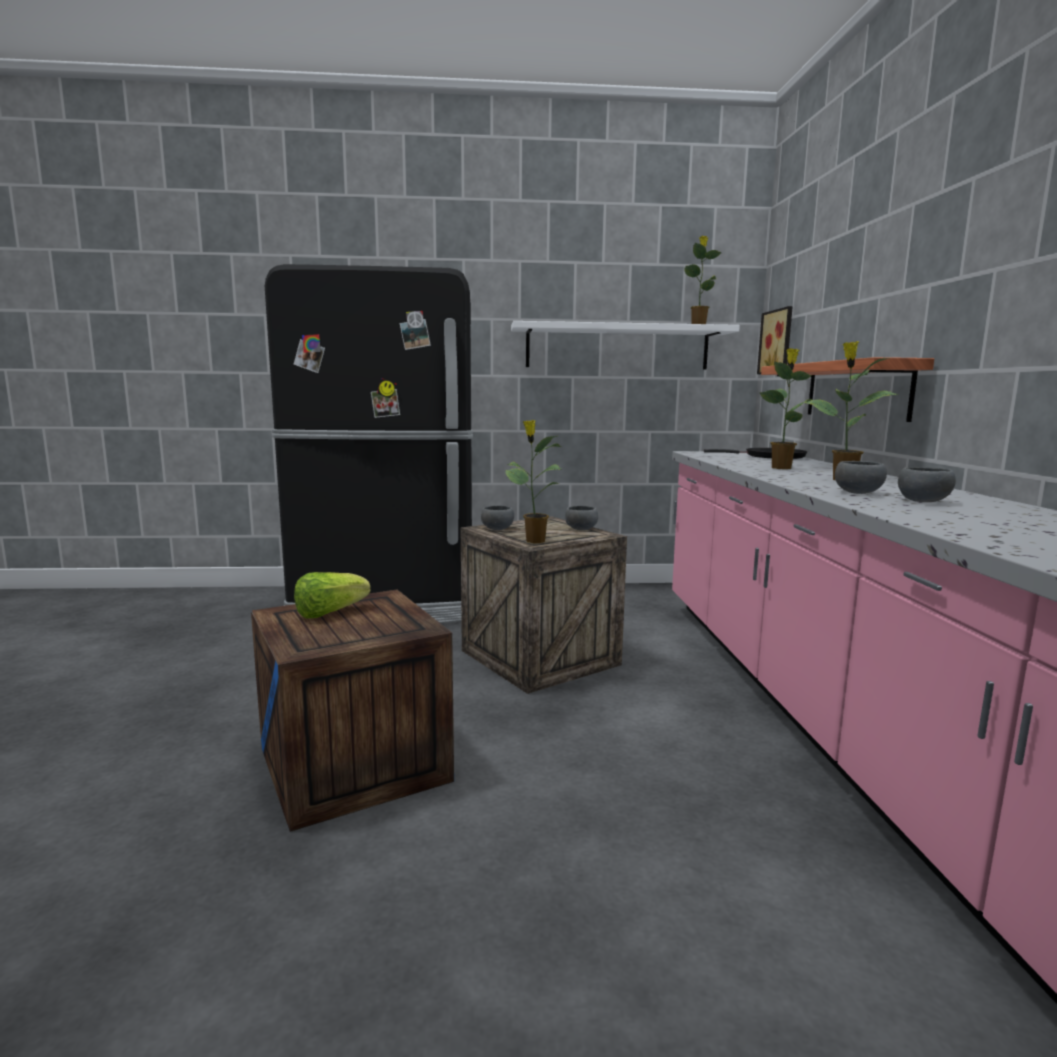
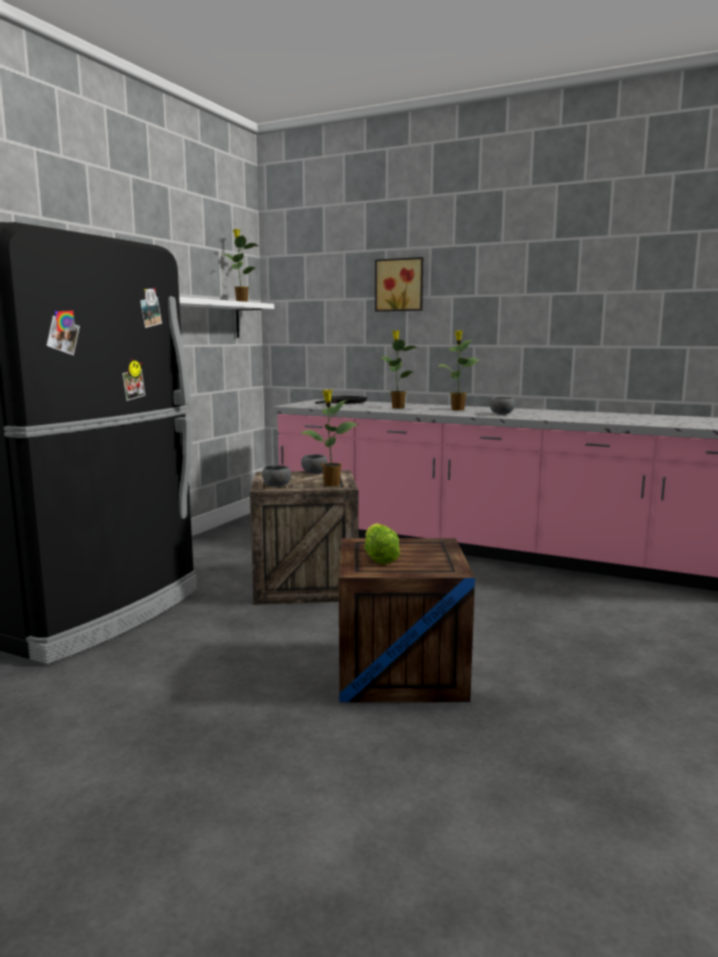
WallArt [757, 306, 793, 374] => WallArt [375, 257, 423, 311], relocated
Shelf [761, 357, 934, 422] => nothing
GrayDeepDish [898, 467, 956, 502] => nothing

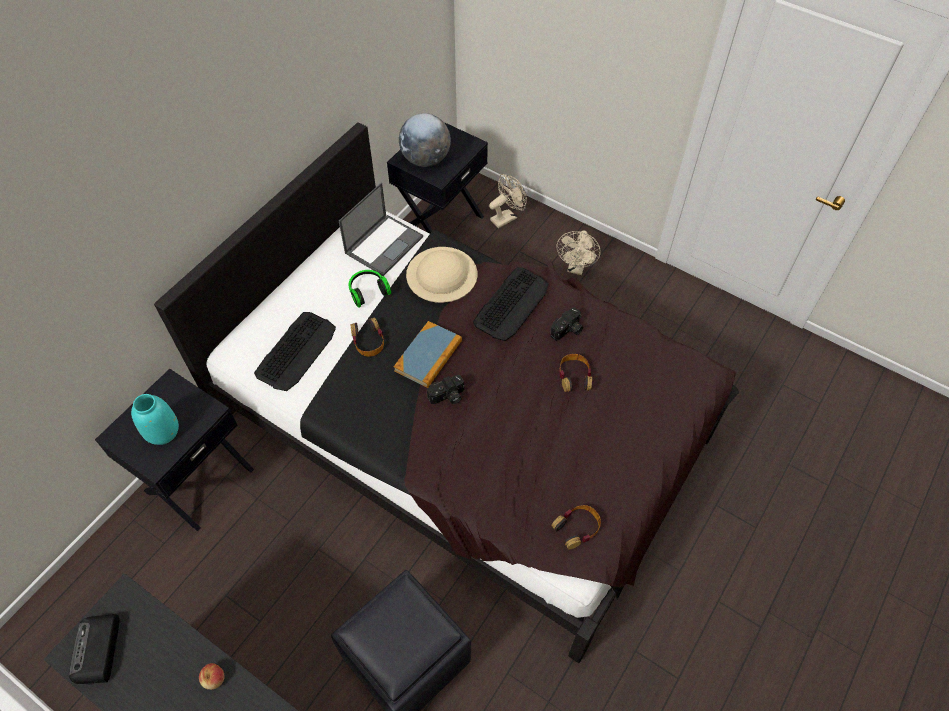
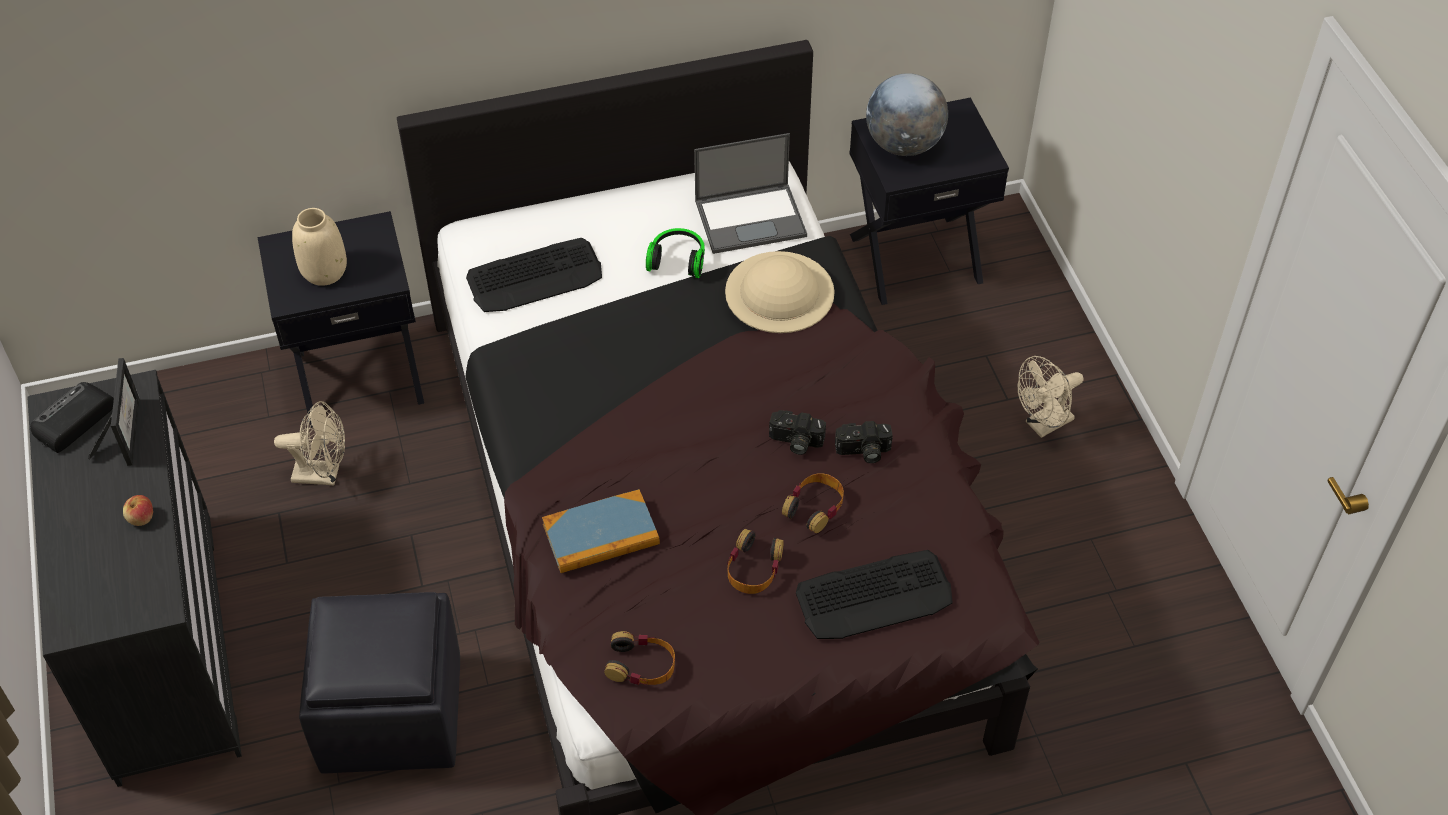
SandColouredFan [489, 174, 527, 228] => SandColouredFan [274, 401, 345, 485], relocated
ComputerKeyboard [473, 267, 549, 341] => ComputerKeyboard [796, 550, 953, 639], relocated
Headset [351, 318, 384, 357] => Headset [727, 529, 784, 594], relocated
Book [394, 321, 462, 388] => Book [542, 489, 660, 573], relocated
PhotoCamera [427, 375, 465, 404] => PhotoCamera [769, 410, 826, 455], relocated
BlueGreenFlowerVase [131, 394, 179, 445] => SandColouredFlowerVase [292, 208, 347, 286]
nothing => PhotoFrame [88, 358, 140, 466]

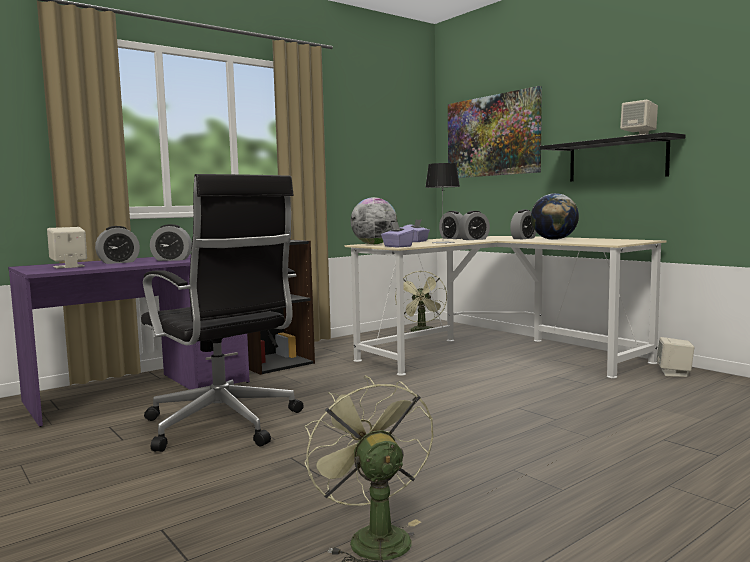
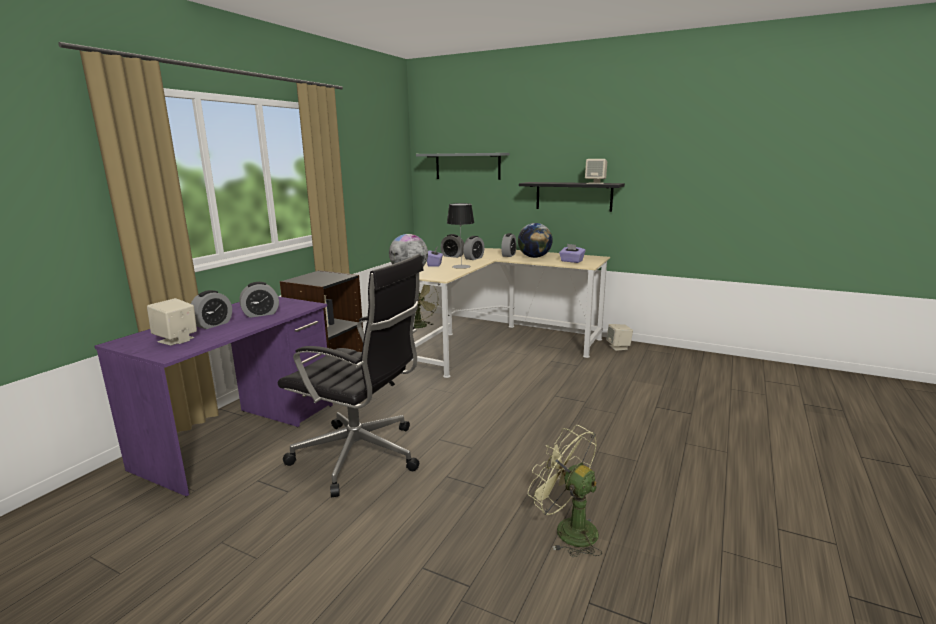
WallArt [448, 86, 542, 178] => GrayShelf [416, 153, 510, 180]
PurplishTissueBox [381, 222, 414, 248] => PurplishTissueBox [559, 244, 585, 263], relocated

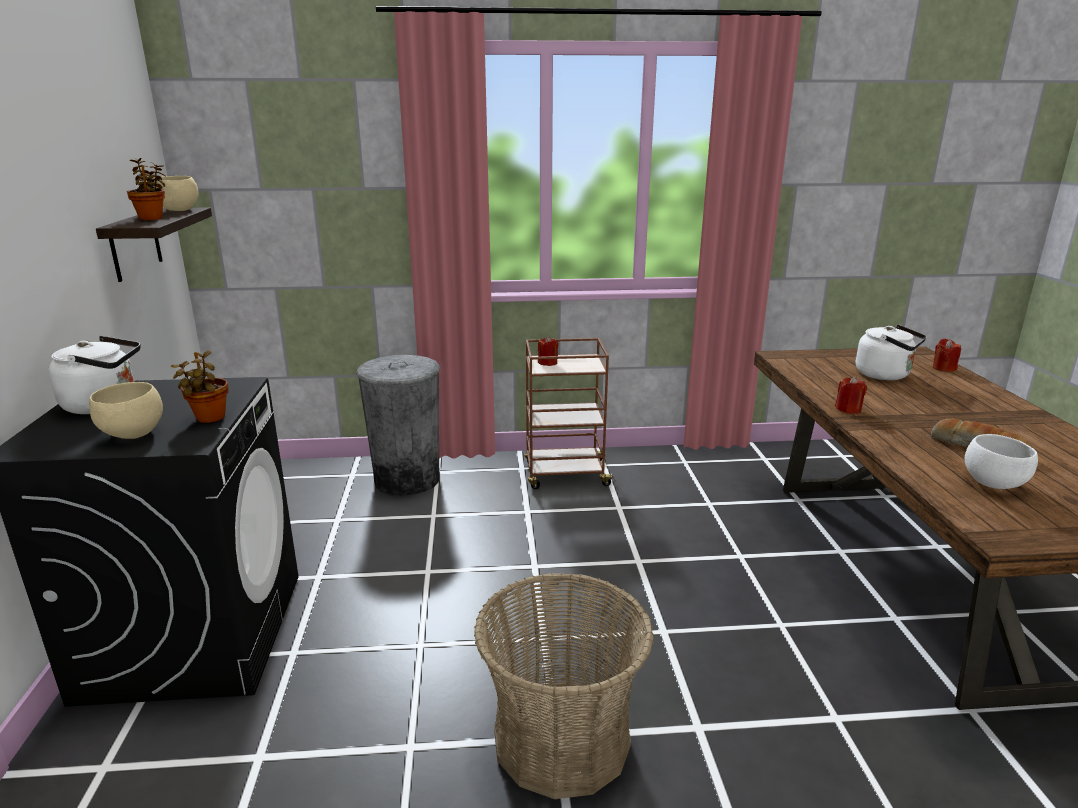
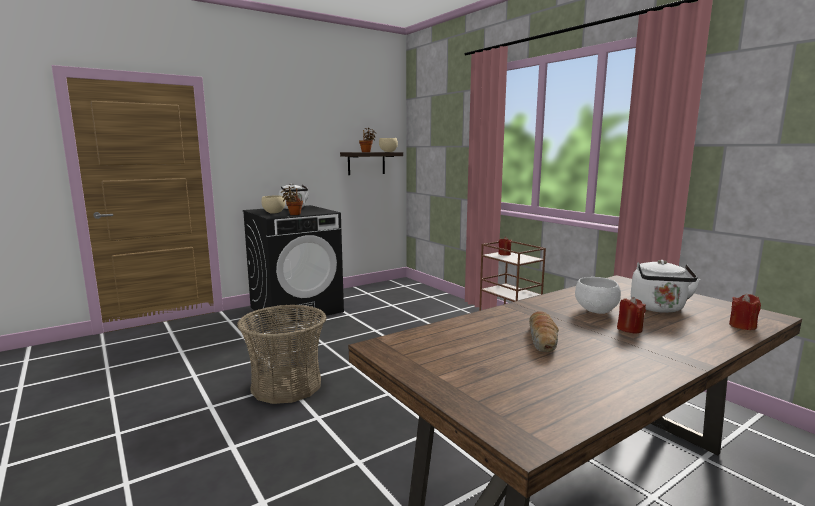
GrayRubbishBin [356, 355, 440, 496] => nothing
RedColouredWaxCandle [835, 377, 867, 414] => RedColouredWaxCandle [617, 297, 646, 333], relocated
WhiteDeepDish [965, 434, 1038, 489] => WhiteDeepDish [575, 277, 621, 314], relocated

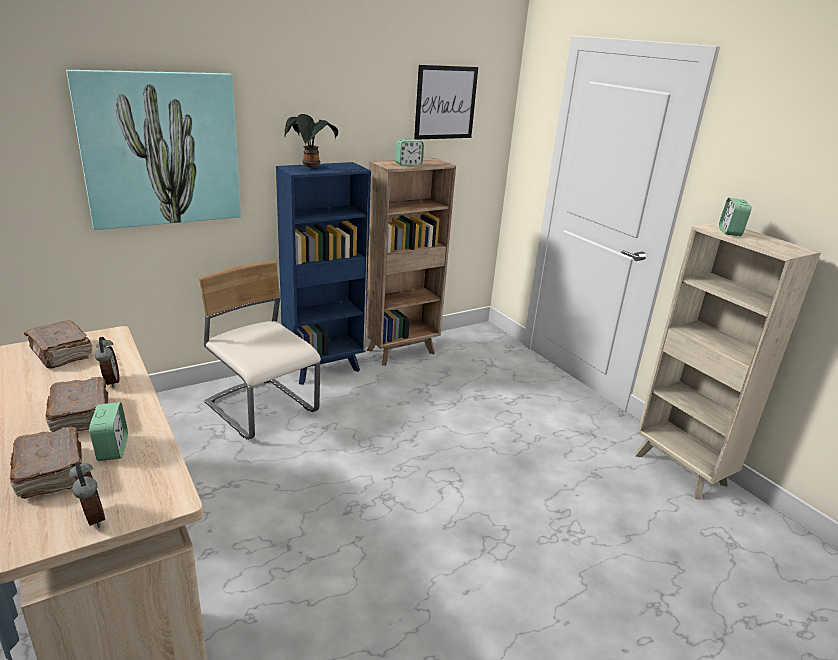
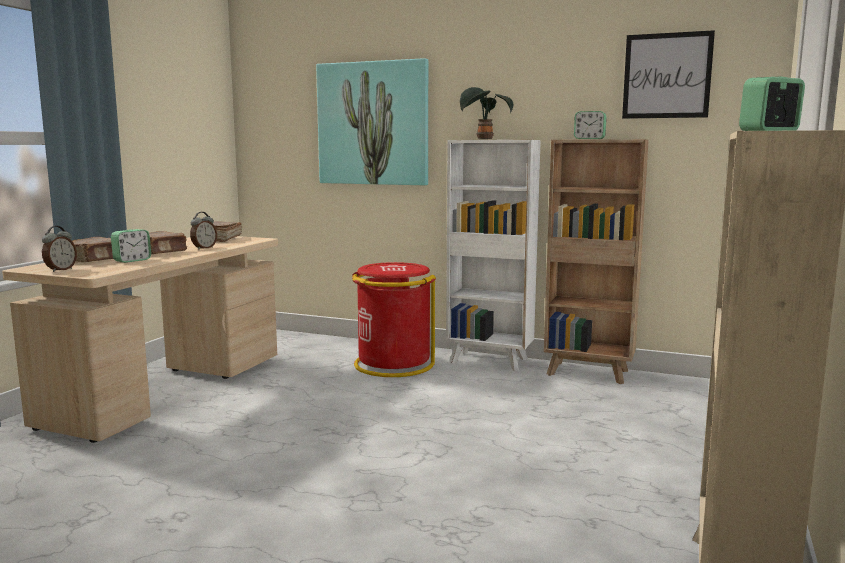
BlueShelvingUnit [276, 162, 371, 385] => WhiteShelvingUnit [446, 140, 541, 371]
SandColouredPlainChair [199, 261, 321, 440] => RedColouredRubbishBin [352, 262, 436, 377]

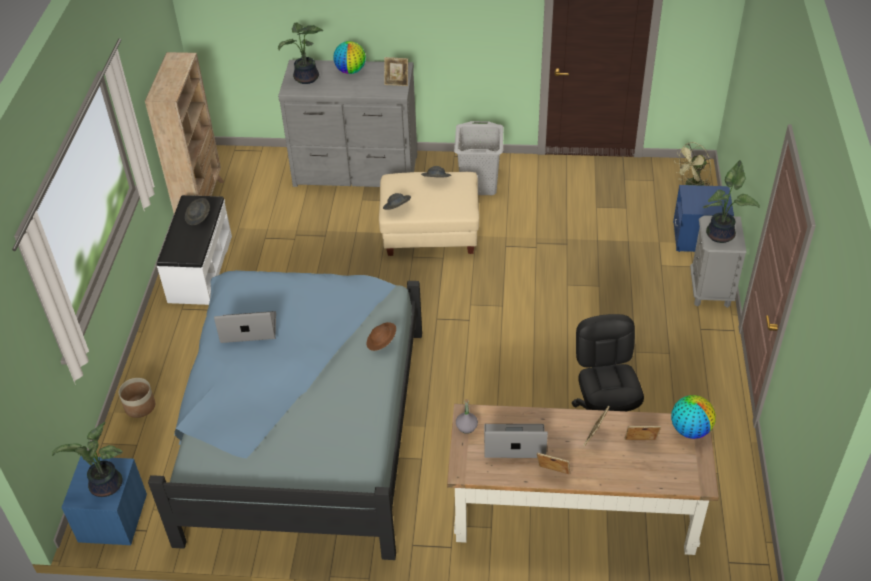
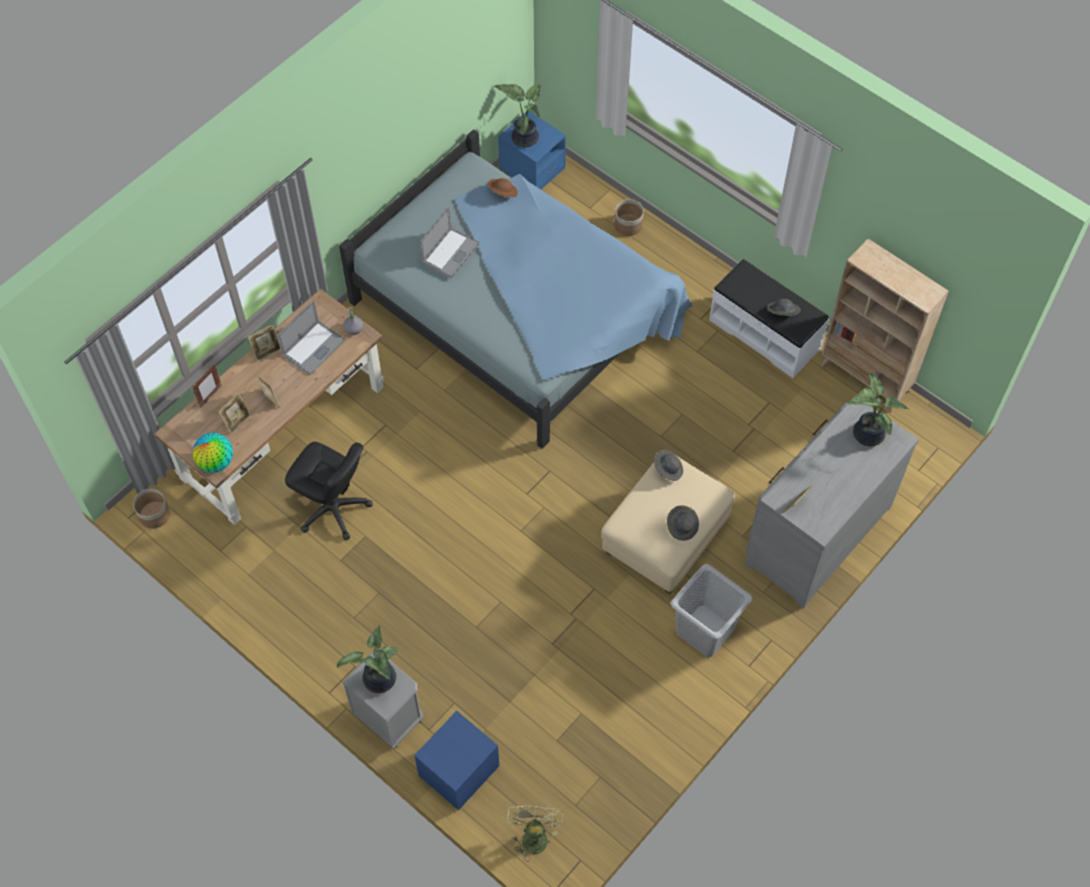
WorldGlobe [333, 41, 366, 74] => nothing
PortableComputer [214, 311, 276, 343] => PortableComputer [420, 206, 480, 278], relocated
BrownColouredHat [367, 322, 396, 351] => BrownColouredHat [487, 178, 518, 197], relocated
nothing => PhotoFrame [192, 364, 221, 407]
nothing => PlantPot [133, 489, 170, 528]

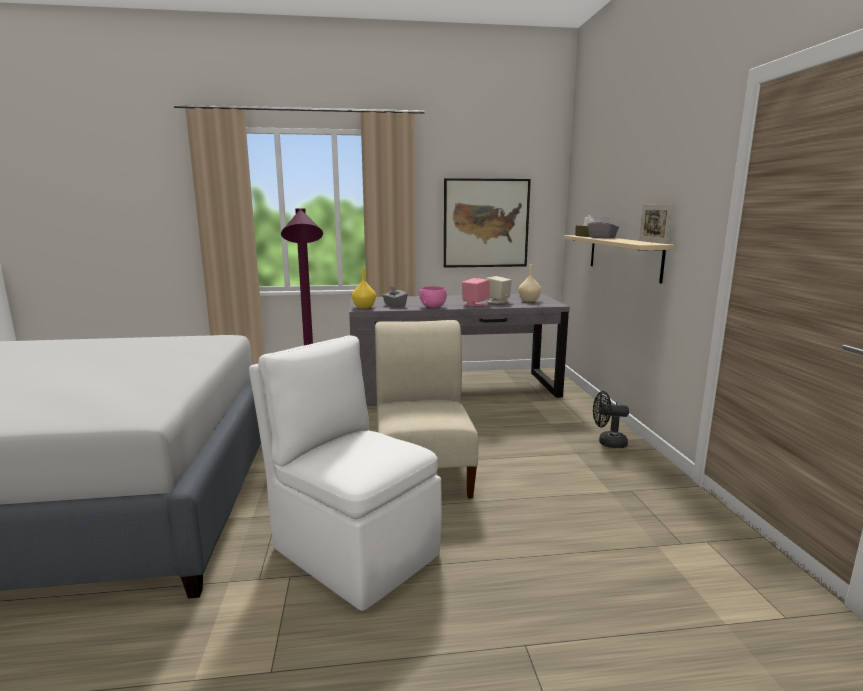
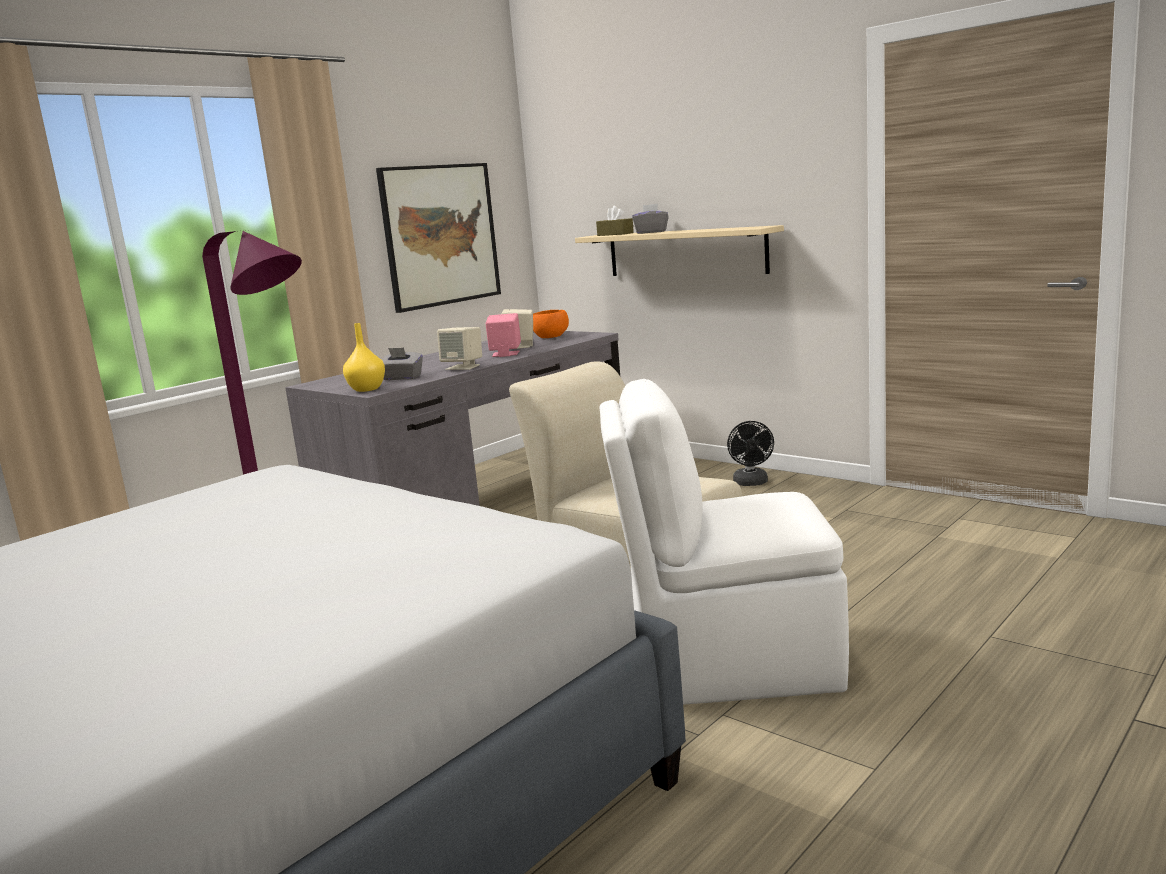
PhotoFrame [640, 204, 672, 244] => nothing
SandColouredFlowerVase [519, 264, 541, 302] => OrangeyDeepDish [533, 310, 569, 338]
PinkDeepDish [419, 286, 447, 308] => SandColouredAudioSpeaker [437, 327, 482, 370]
BlackFan [593, 391, 629, 448] => BlackFan [727, 421, 774, 486], 60 degrees counterclockwise

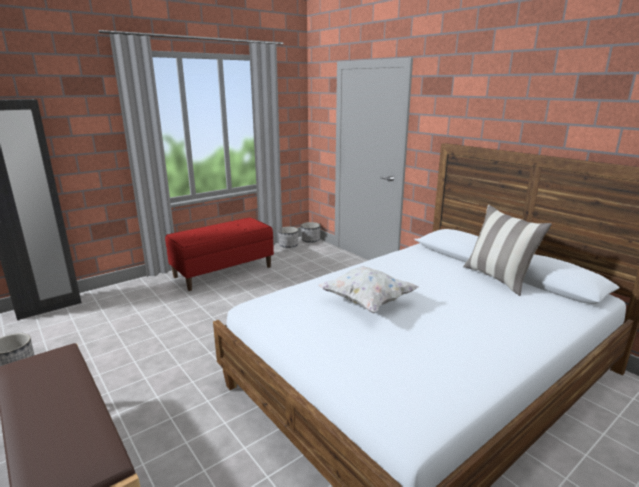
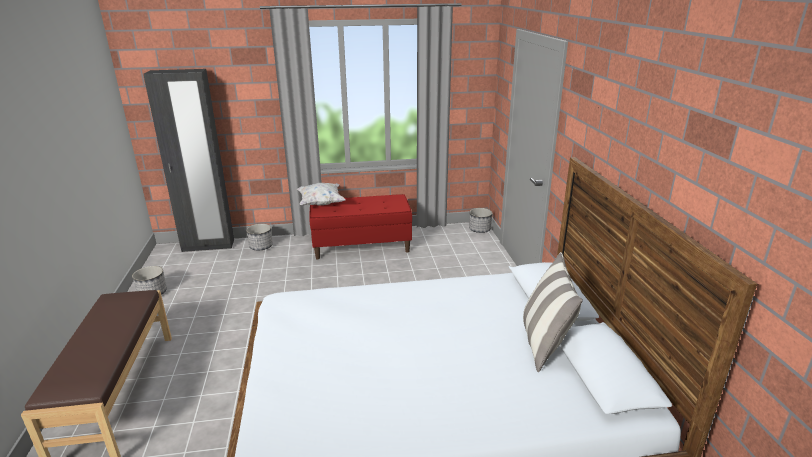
PlantPot [278, 227, 298, 248] => PlantPot [246, 224, 273, 250], relocated
WhiteCushion [318, 266, 419, 313] => WhiteCushion [297, 183, 346, 206], relocated

